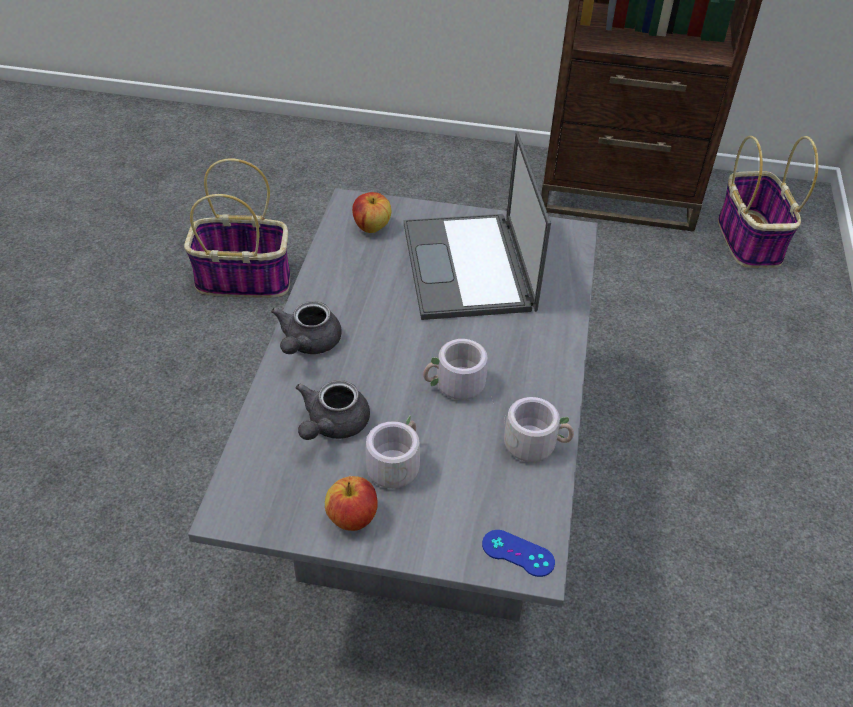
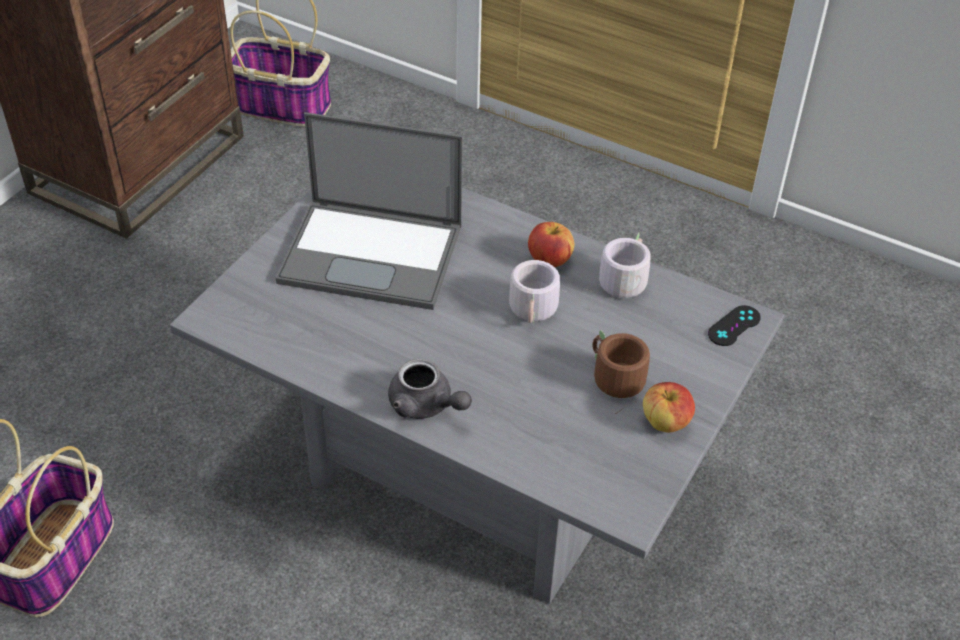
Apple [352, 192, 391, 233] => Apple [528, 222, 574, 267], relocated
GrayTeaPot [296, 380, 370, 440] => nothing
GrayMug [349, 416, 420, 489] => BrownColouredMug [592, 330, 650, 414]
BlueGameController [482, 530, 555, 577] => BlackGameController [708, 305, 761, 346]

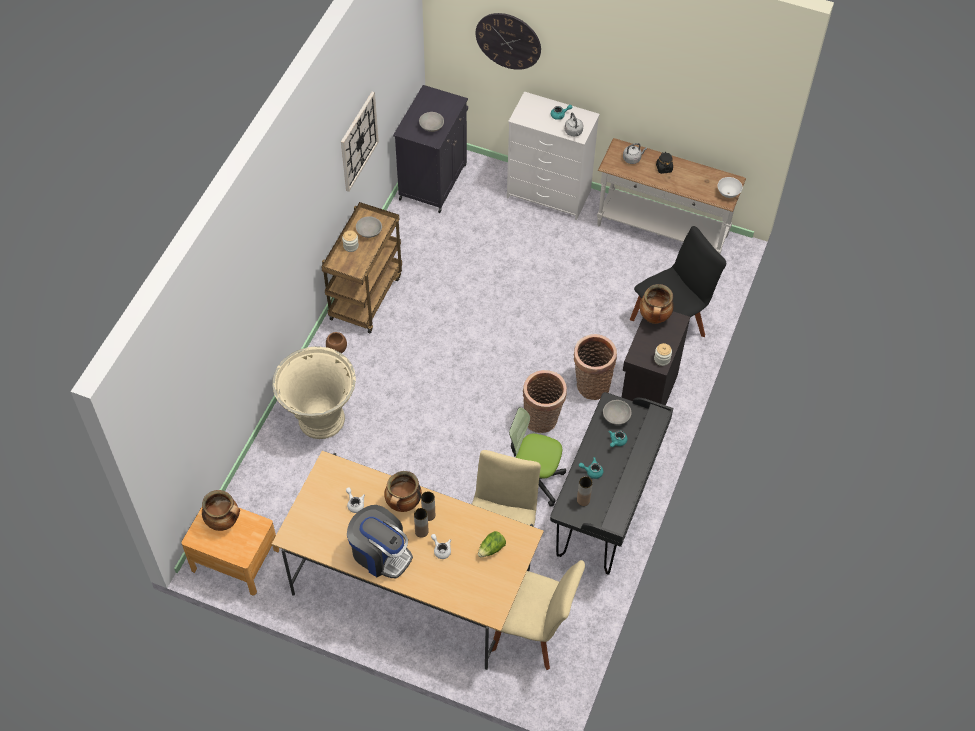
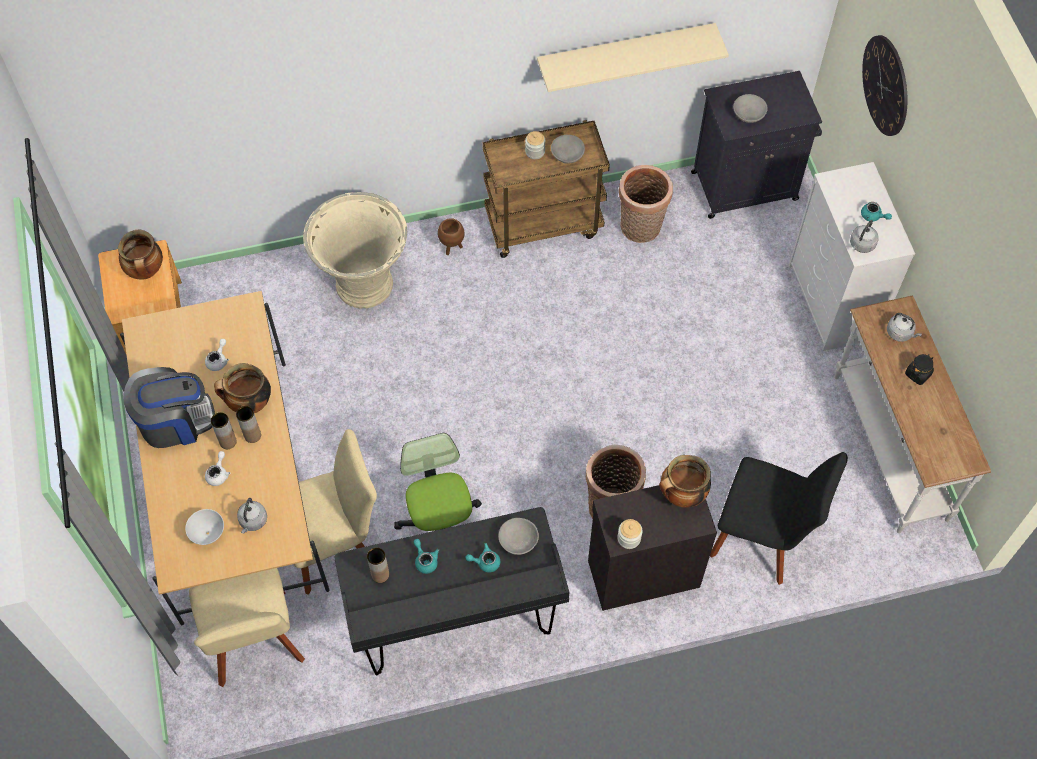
ClockOnTheWall [341, 92, 379, 192] => SandColouredShelf [537, 23, 729, 92]
WhiteDeepDish [718, 177, 743, 198] => WhiteDeepDish [185, 509, 224, 545], relocated
StorageBasket [523, 370, 567, 433] => StorageBasket [619, 165, 673, 243], relocated
CoffeeBrewer [347, 505, 413, 578] => CoffeeBrewer [123, 367, 215, 448], 105 degrees counterclockwise
HeadOfLettuce [478, 531, 506, 557] => GrayKettle [237, 498, 267, 534]

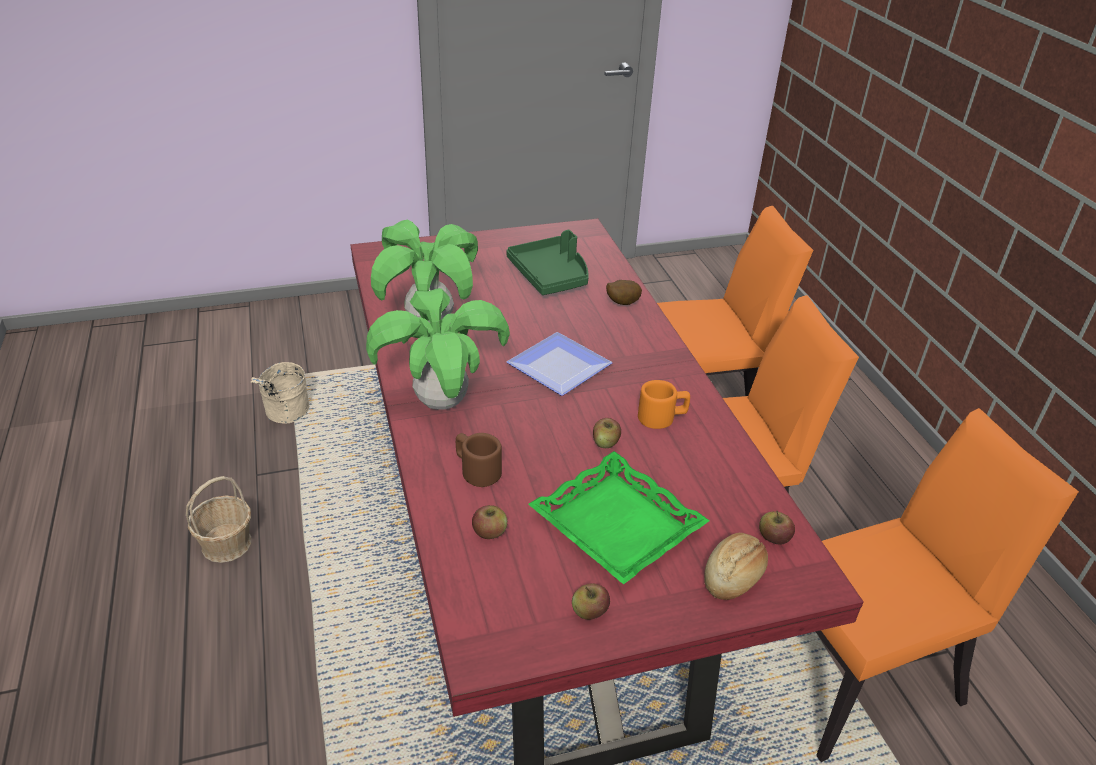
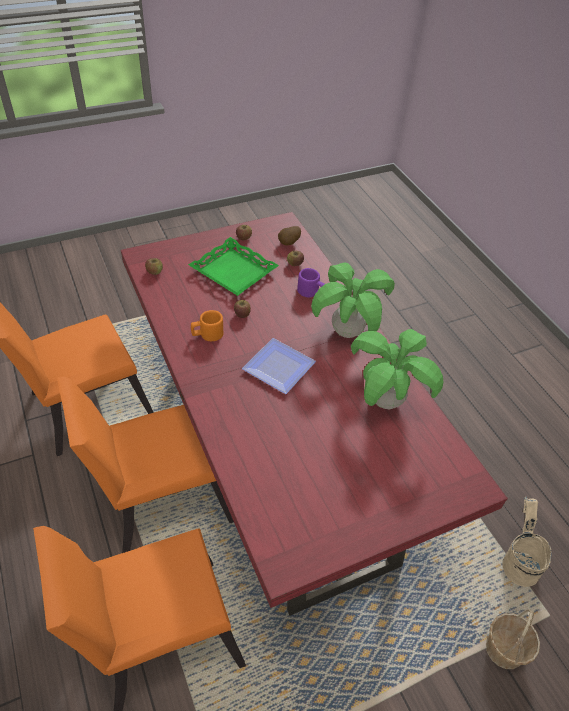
GreenTray [506, 230, 589, 295] => nothing
Spud [606, 280, 642, 305] => Spud [278, 226, 301, 246], relocated
BrownColouredMug [456, 433, 502, 487] => PurplishMug [297, 268, 324, 297]
StorageBasket [186, 476, 251, 563] => StorageBasket [486, 609, 540, 669], relocated
Bread [704, 532, 768, 600] => nothing

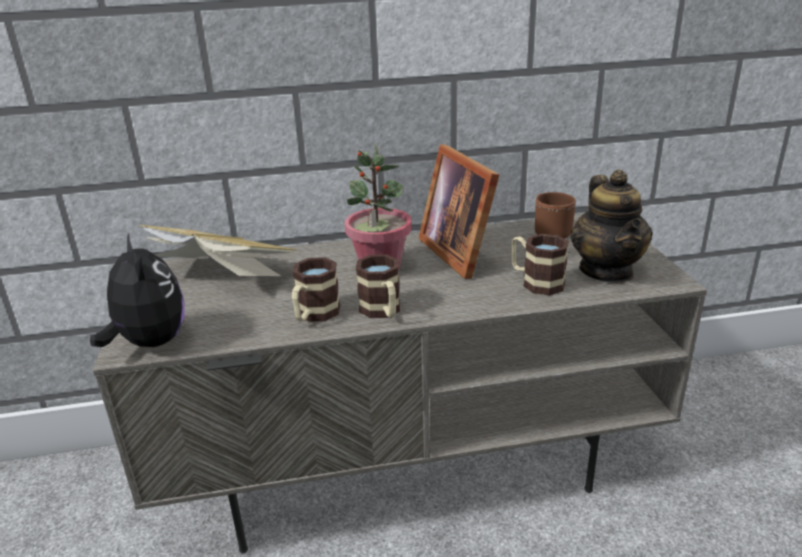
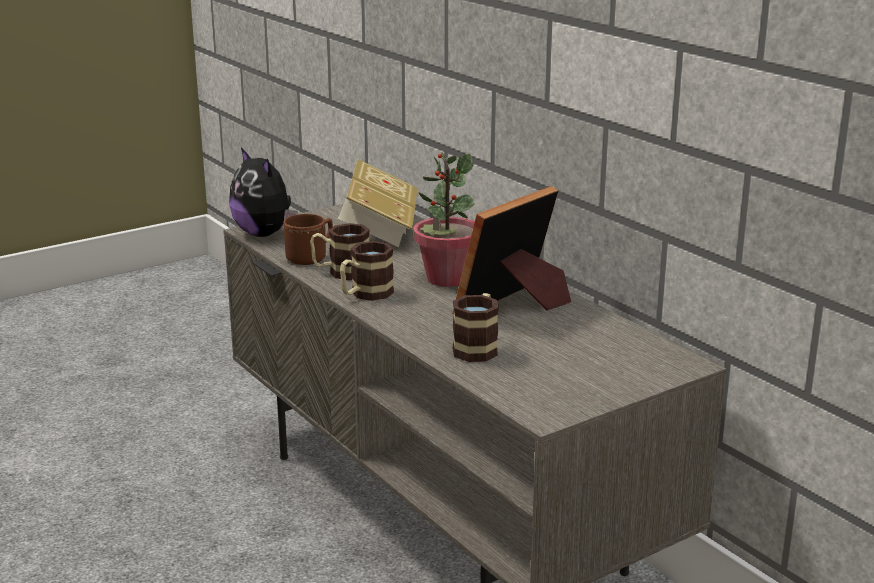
TeaPot [570, 170, 653, 283] => nothing
BrownColouredMug [535, 192, 576, 239] => BrownColouredMug [283, 214, 333, 265], relocated
CuddlyToy [90, 233, 185, 347] => CuddlyToy [229, 148, 298, 237], 105 degrees clockwise

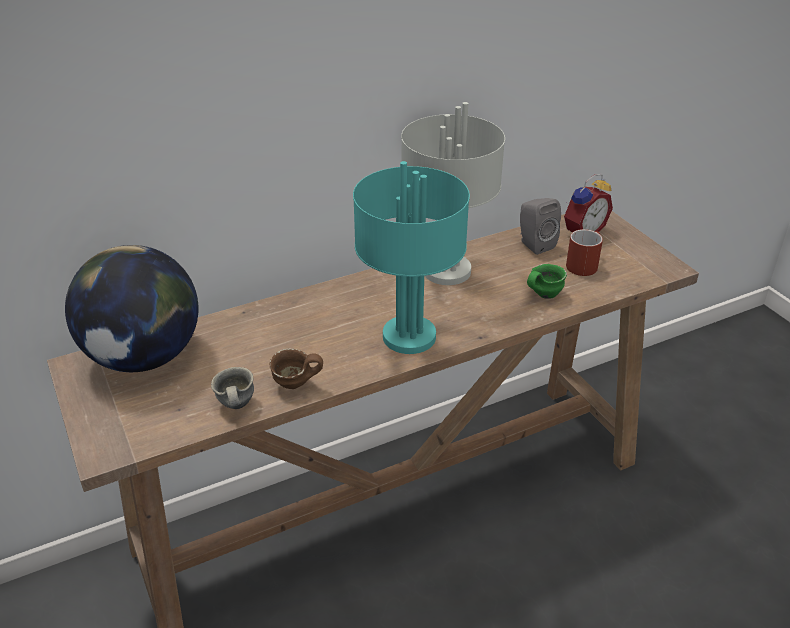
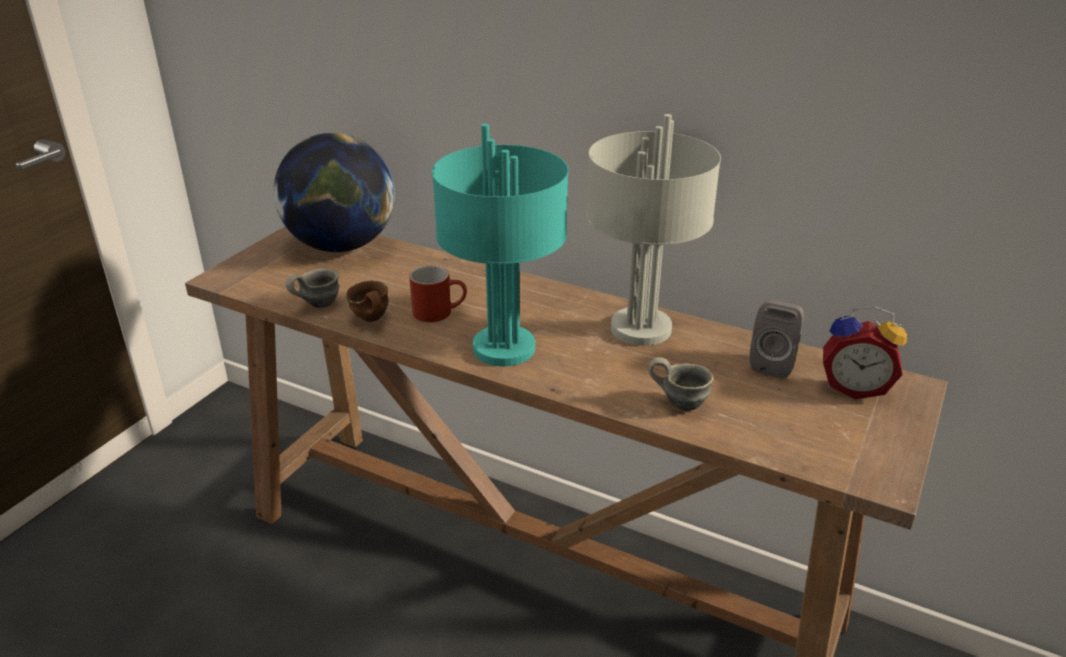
RedColouredMug [566, 229, 603, 276] => RedColouredMug [409, 266, 467, 322], relocated
GreenMug [527, 264, 567, 299] => GrayMug [648, 357, 713, 411]

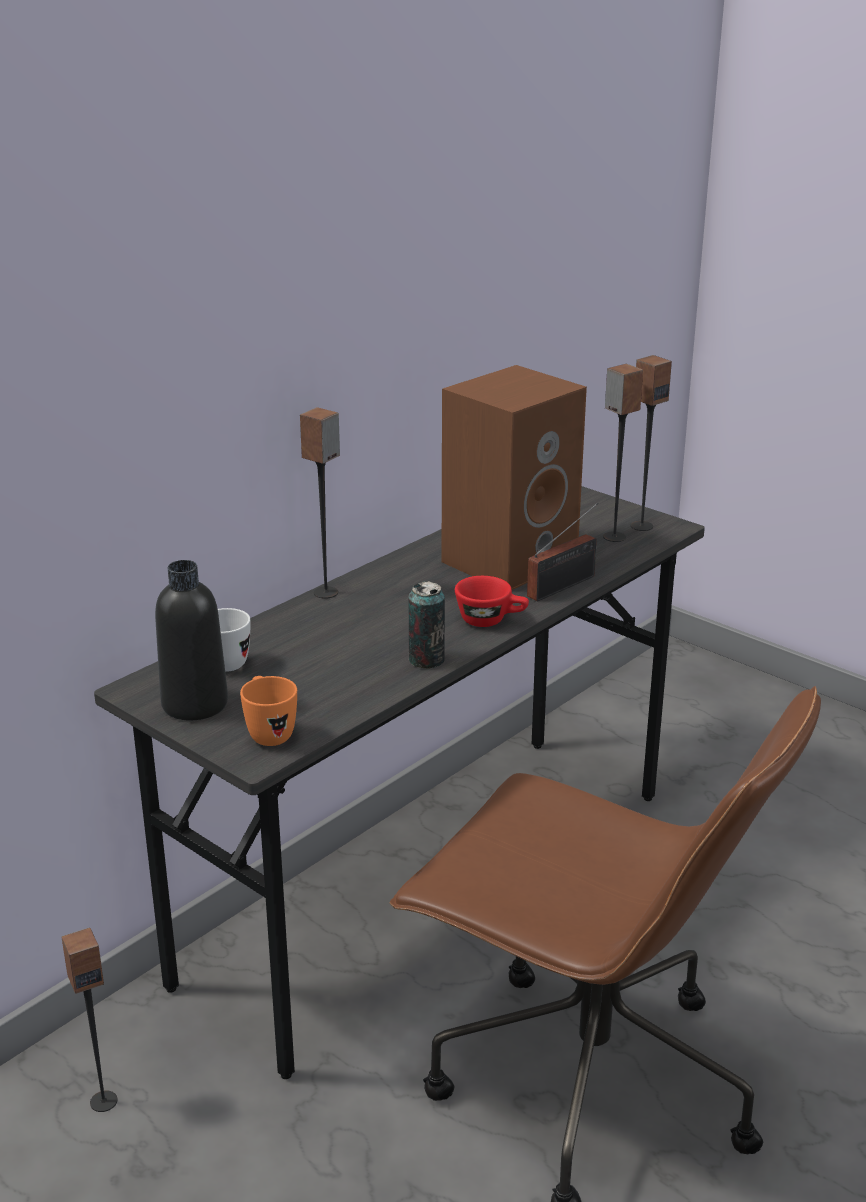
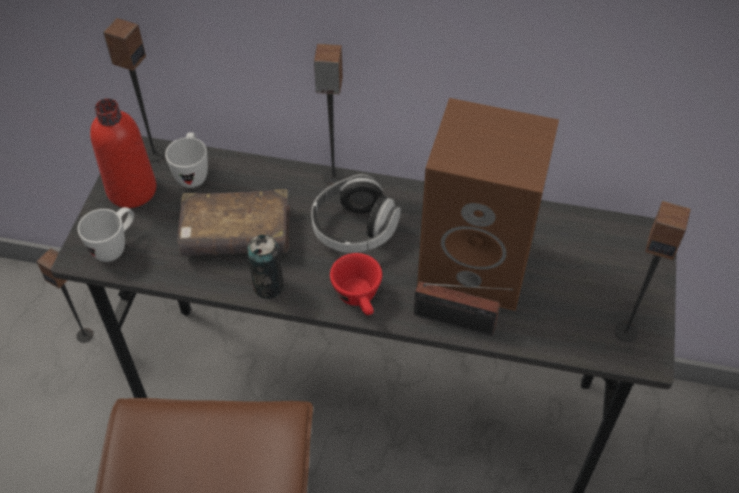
AudioSpeaker [603, 364, 643, 542] => AudioSpeaker [103, 18, 165, 162], relocated
BlackBottle [155, 560, 228, 720] => RedColouredBottle [90, 98, 156, 208]
OrangeyMug [240, 676, 297, 746] => WhiteMug [78, 207, 134, 262]
nothing => Headset [311, 174, 401, 253]
nothing => BrownColouredBook [177, 189, 290, 256]

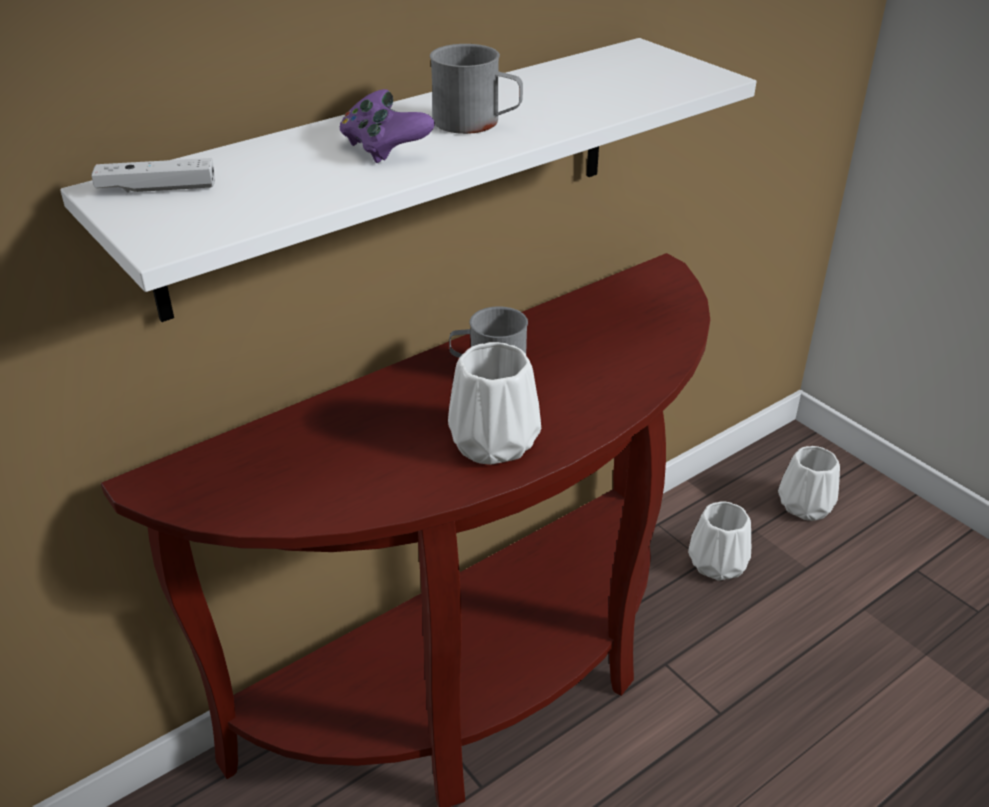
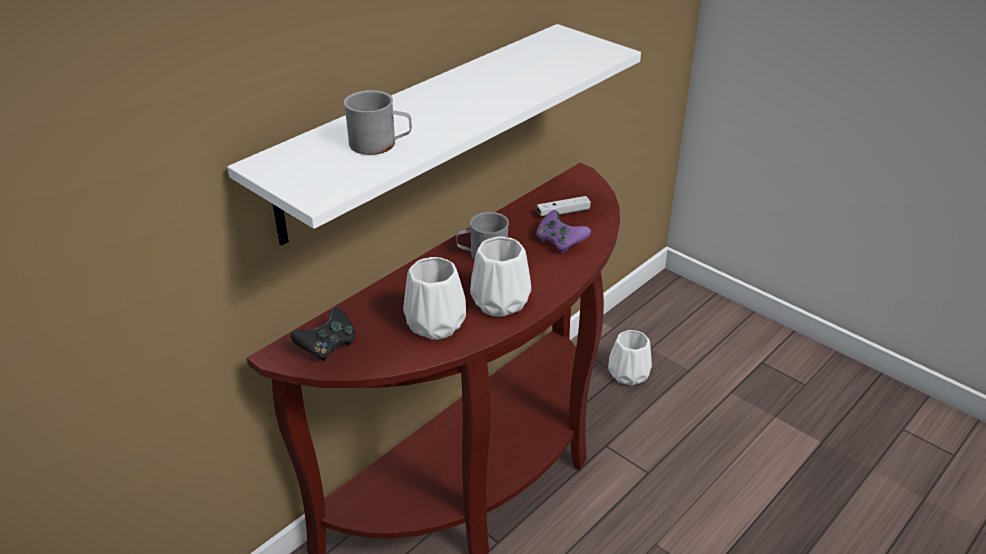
GrayMug [430, 44, 523, 134] => GrayMug [344, 90, 412, 155], relocated
PurplishGameController [340, 89, 435, 163] => PurplishGameController [536, 210, 591, 254], relocated
WhiteGameController [91, 158, 215, 193] => WhiteGameController [537, 196, 591, 216], relocated
WhiteFlowerVase [778, 446, 840, 521] => WhiteFlowerVase [403, 257, 466, 340], relocated
nothing => BlackGameController [290, 307, 356, 361]

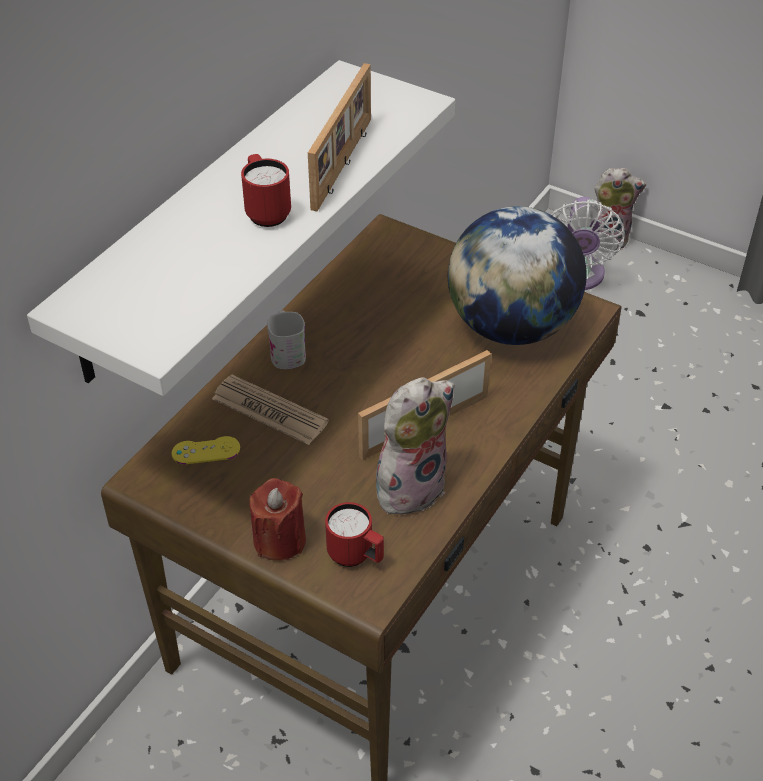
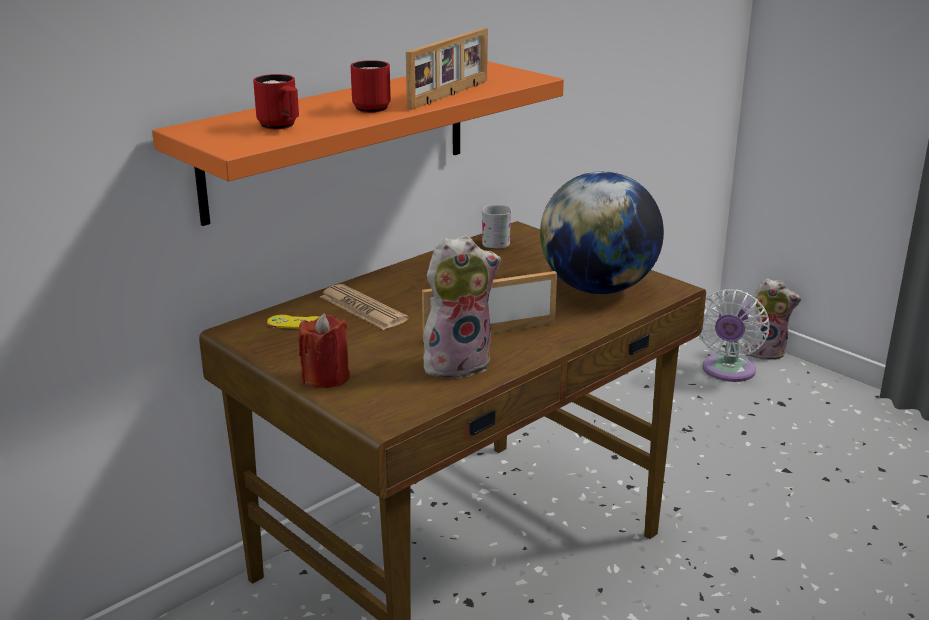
WhiteShelf [27, 60, 455, 396] => OrangeyShelf [152, 61, 564, 226]
WhiteMug [267, 311, 306, 369] => WhiteMug [482, 205, 511, 248], relocated
RedColouredMug [325, 502, 384, 567] => RedColouredMug [253, 74, 299, 129], relocated

